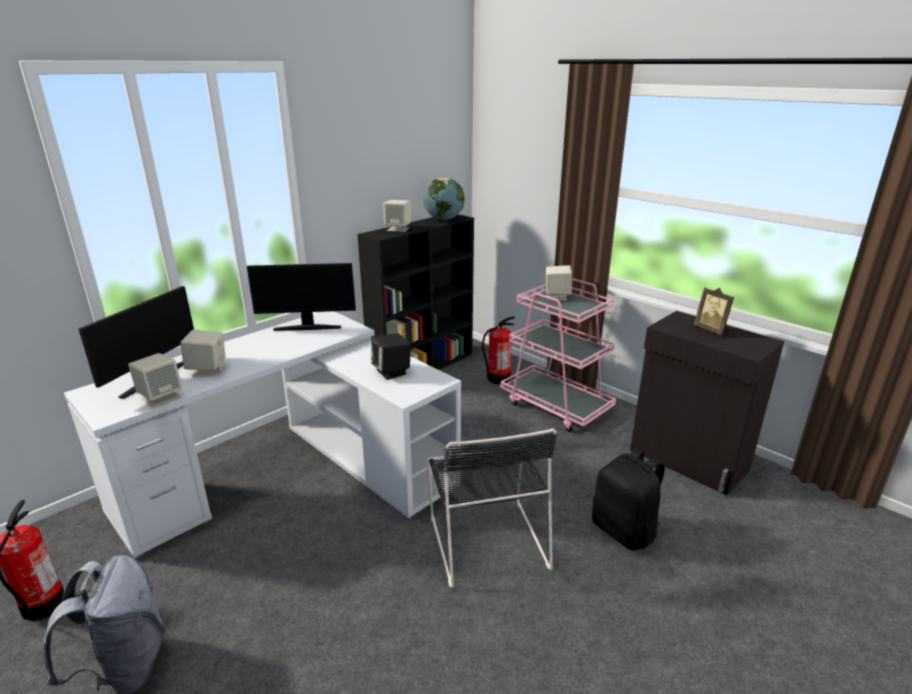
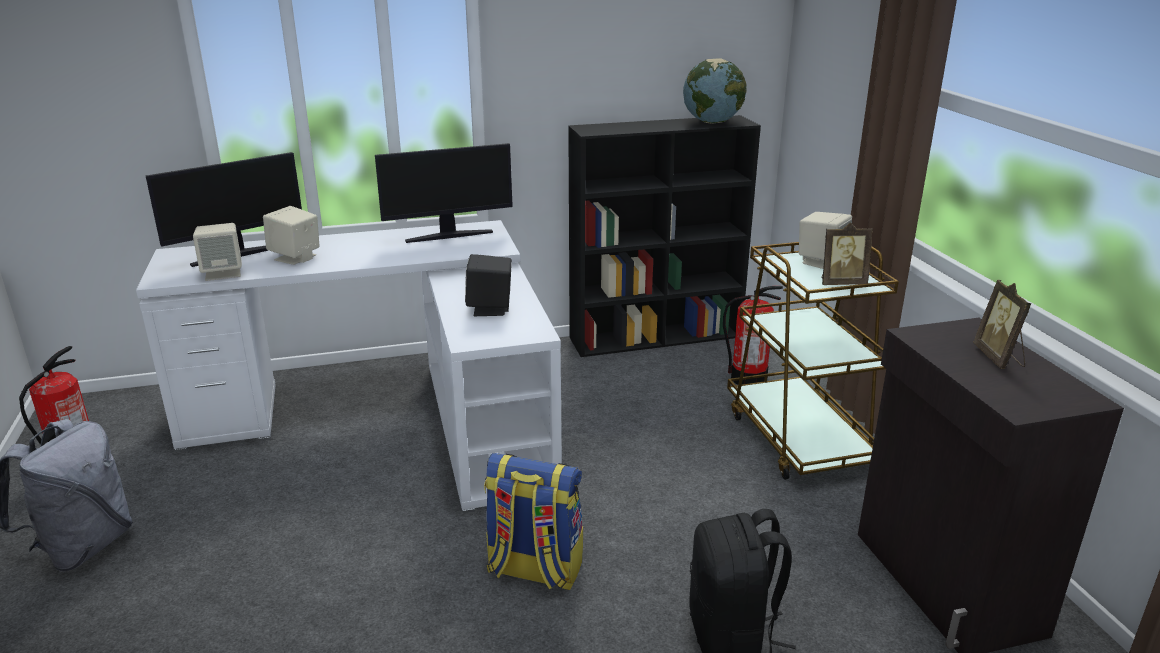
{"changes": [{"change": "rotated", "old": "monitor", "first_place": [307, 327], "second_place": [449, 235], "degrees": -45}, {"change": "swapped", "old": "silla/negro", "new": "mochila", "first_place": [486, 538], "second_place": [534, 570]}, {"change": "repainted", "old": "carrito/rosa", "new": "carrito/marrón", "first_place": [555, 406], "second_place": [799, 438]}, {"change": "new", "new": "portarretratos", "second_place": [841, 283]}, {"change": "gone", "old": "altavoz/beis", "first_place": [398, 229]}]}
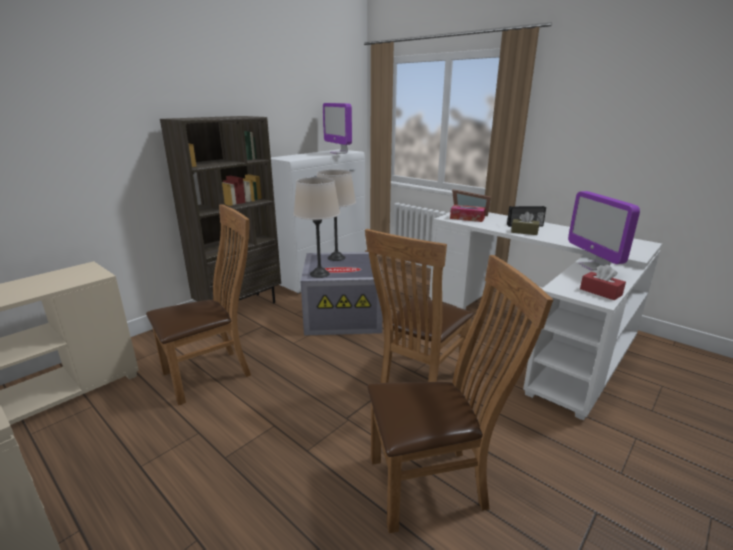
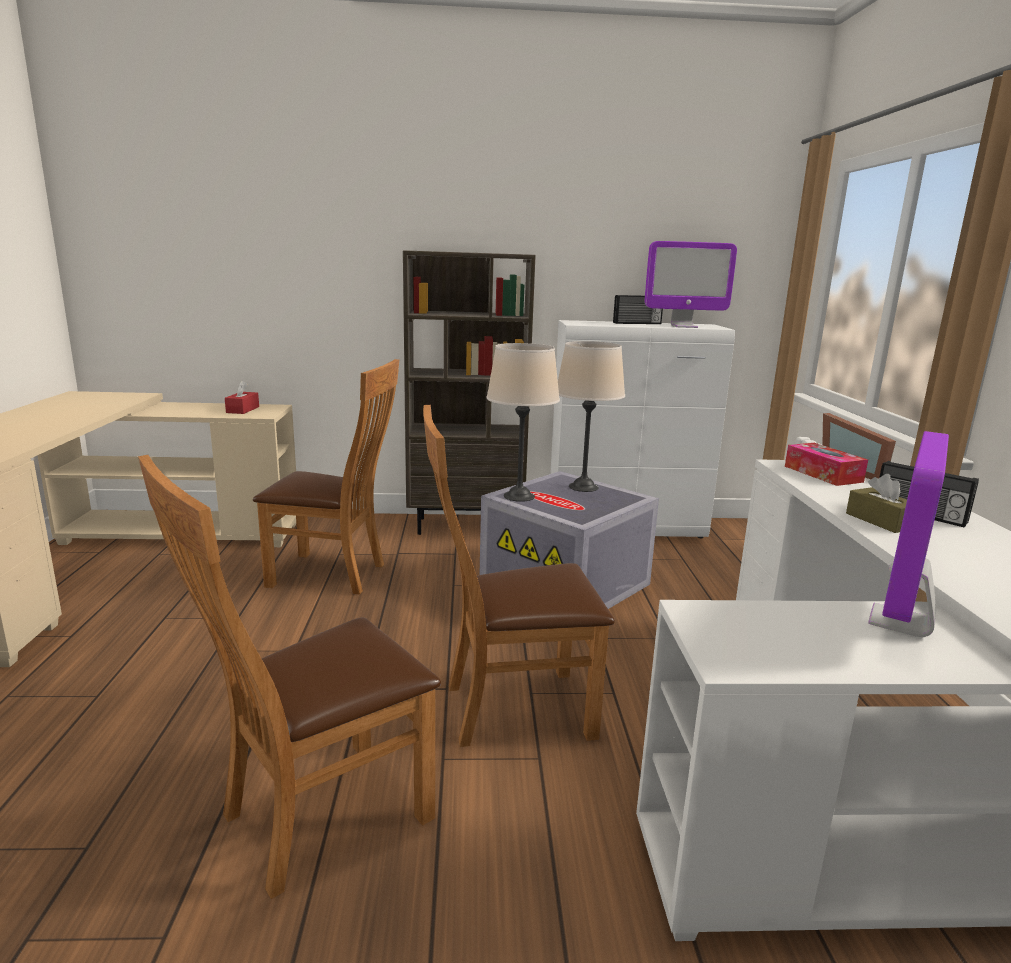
{"changes": [{"change": "rotated", "old": "silla/marrón", "first_place": [434, 484], "second_place": [314, 818], "degrees": 105}, {"change": "shifted", "old": "caja de pañuelos/rojo", "first_place": [600, 292], "second_place": [243, 410]}, {"change": "new", "new": "radio", "second_place": [637, 323]}, {"change": "rotated", "old": "monitor", "first_place": [338, 153], "second_place": [683, 326], "degrees": -105}]}
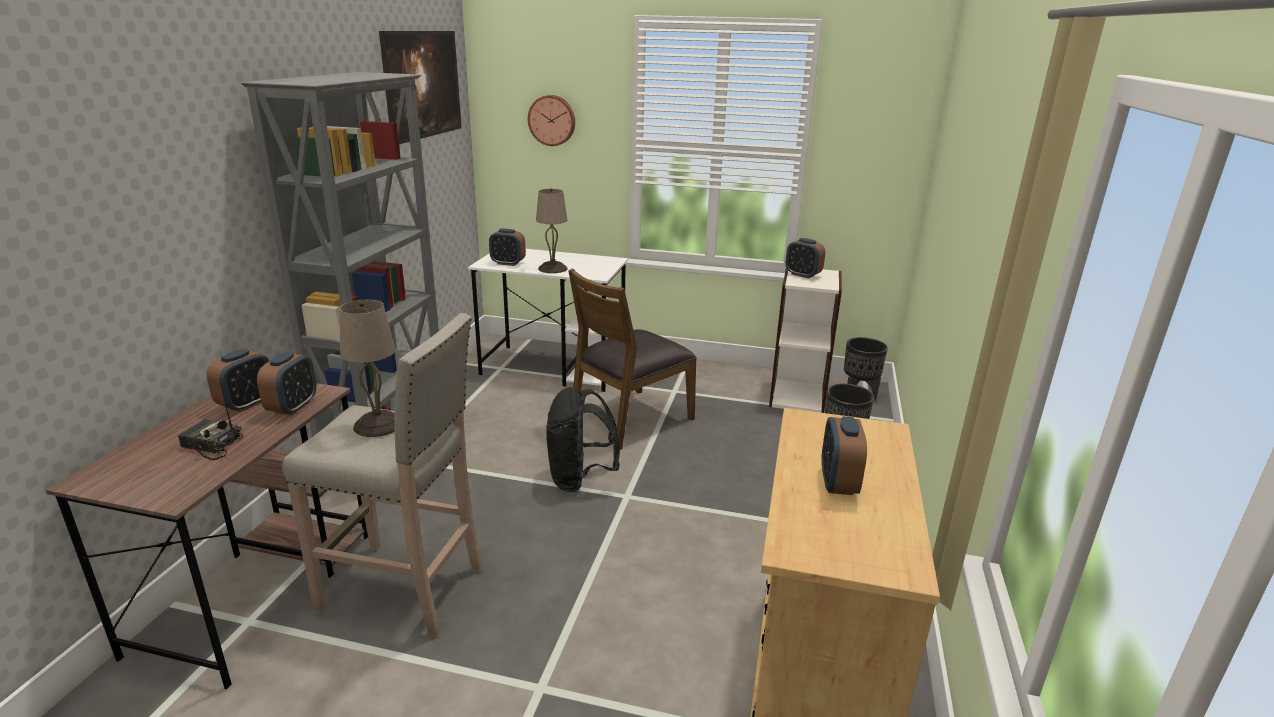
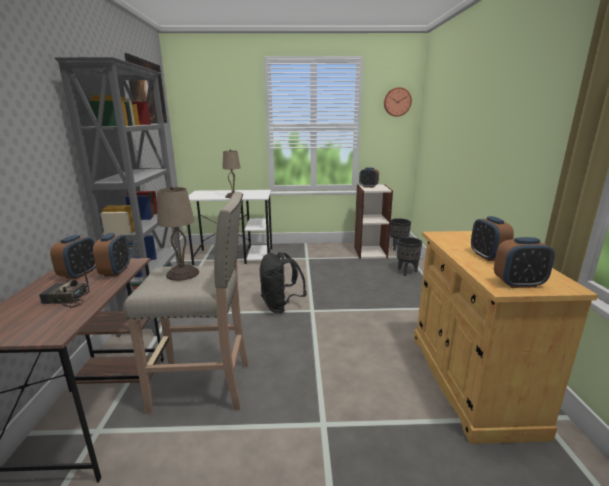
{"changes": [{"change": "shifted", "old": "reloj de pared", "first_place": [552, 120], "second_place": [397, 102]}, {"change": "shifted", "old": "despertador", "first_place": [508, 263], "second_place": [518, 284]}, {"change": "gone", "old": "silla/marrón", "first_place": [630, 419]}]}
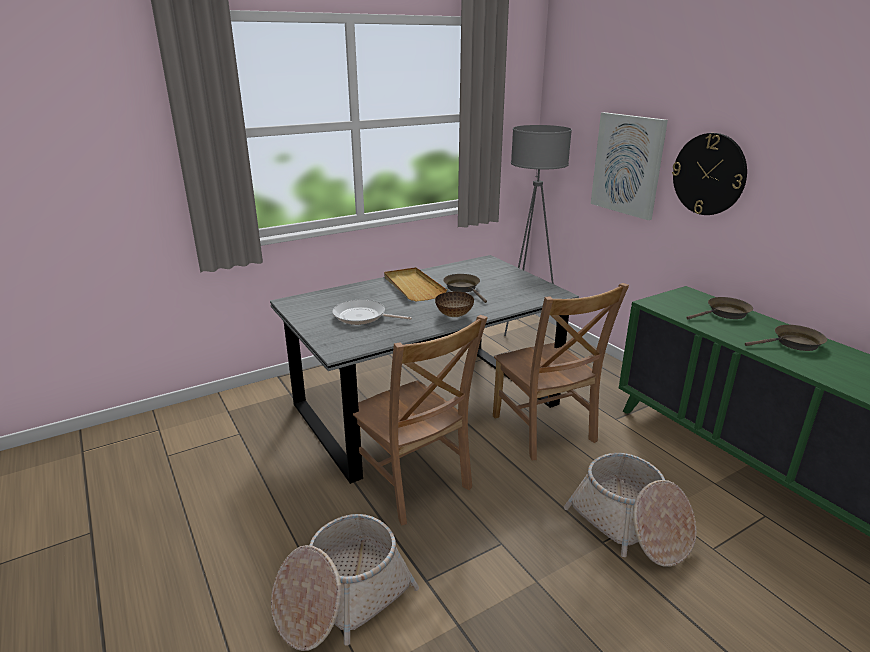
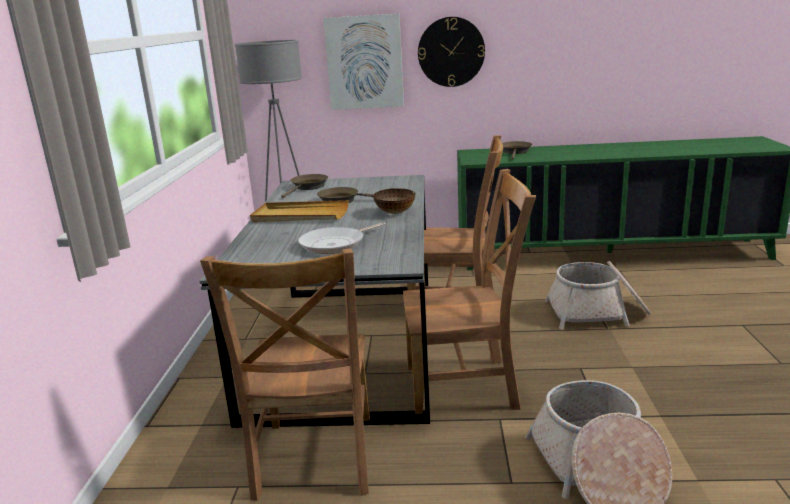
{"changes": [{"change": "new", "new": "silla/marrón", "second_place": [314, 461]}, {"change": "shifted", "old": "sartén/marrón", "first_place": [793, 343], "second_place": [308, 187]}]}
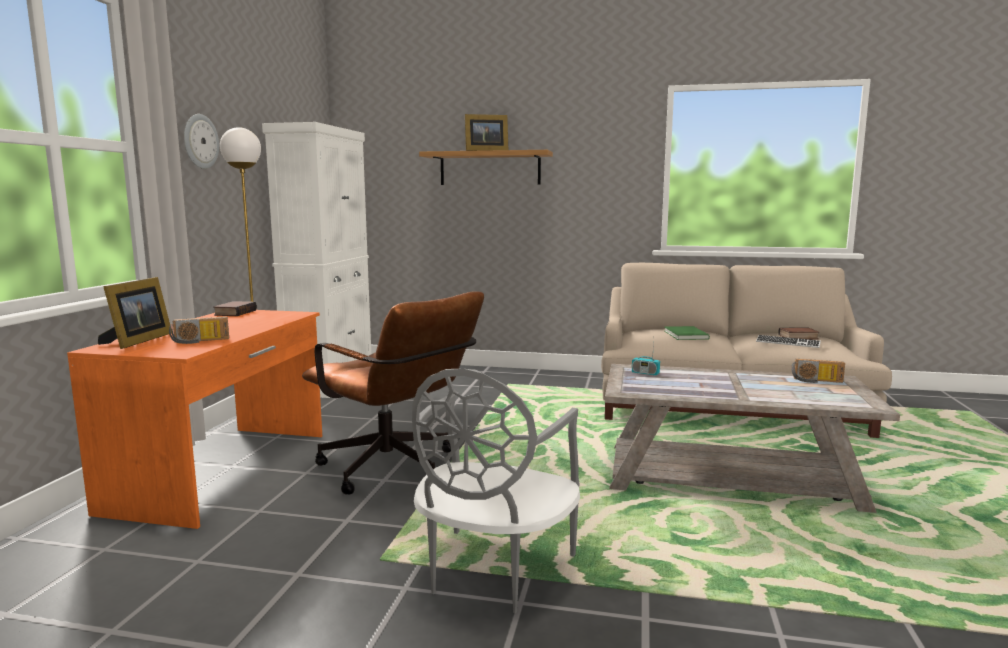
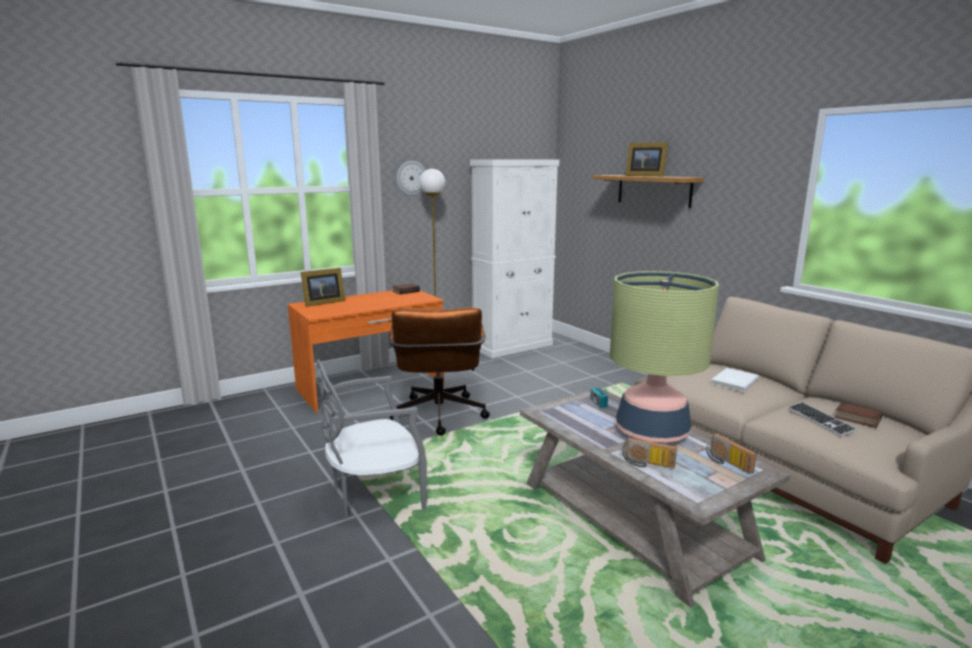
{"changes": [{"change": "new", "new": "lámpara de mesa", "second_place": [652, 432]}, {"change": "shifted", "old": "radio", "first_place": [200, 341], "second_place": [647, 464]}, {"change": "repainted", "old": "libro/verde", "new": "libro/blanco", "first_place": [684, 335], "second_place": [733, 381]}]}
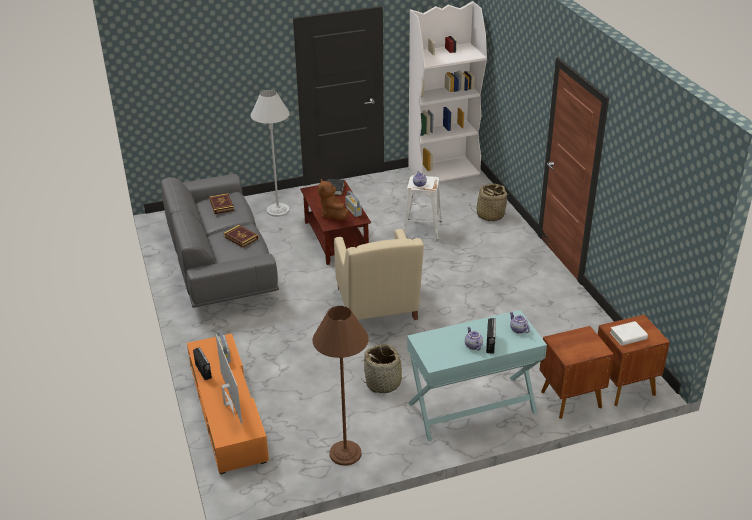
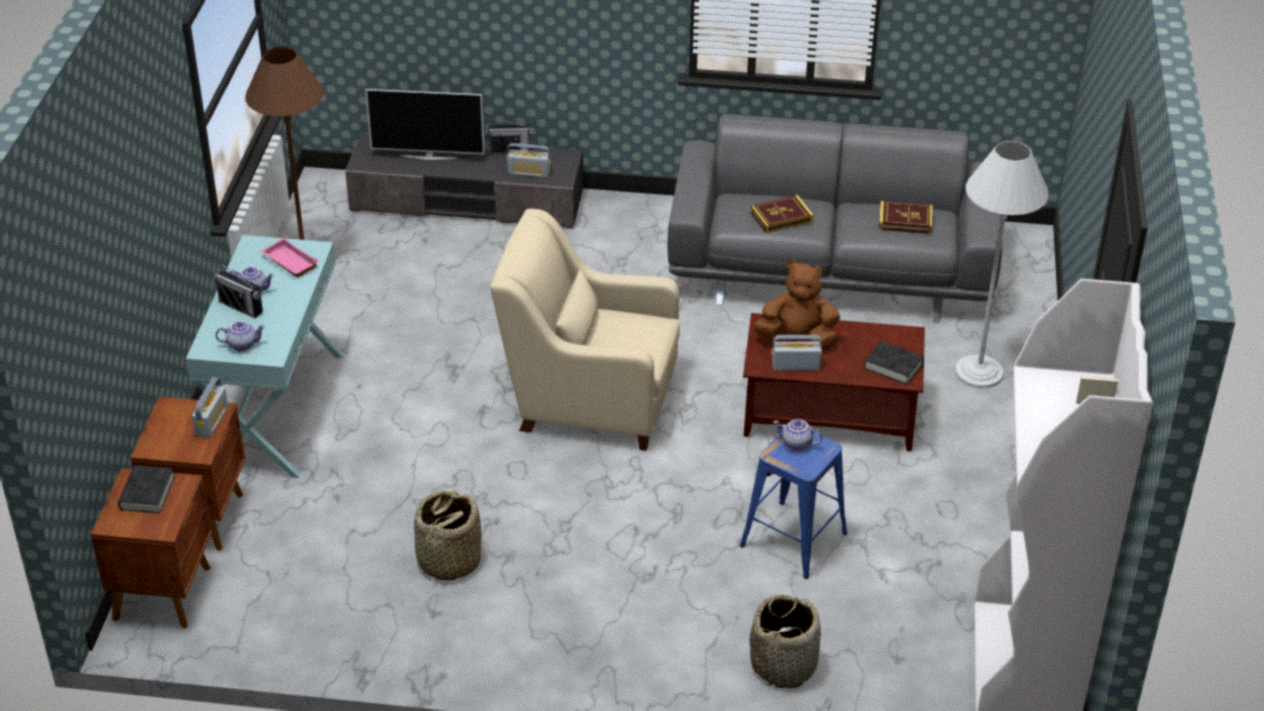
{"changes": [{"change": "repainted", "old": "libro/blanco", "new": "libro/negro", "first_place": [628, 336], "second_place": [147, 493]}, {"change": "new", "new": "radio", "second_place": [212, 421]}, {"change": "new", "new": "bandeja/rosa", "second_place": [288, 262]}, {"change": "repainted", "old": "mueble de televisión/naranja", "new": "mueble de televisión/gris", "first_place": [227, 412], "second_place": [467, 201]}, {"change": "shifted", "old": "cesta", "first_place": [383, 383], "second_place": [448, 561]}, {"change": "repainted", "old": "taburete/blanco", "new": "taburete/azul", "first_place": [422, 228], "second_place": [794, 539]}]}
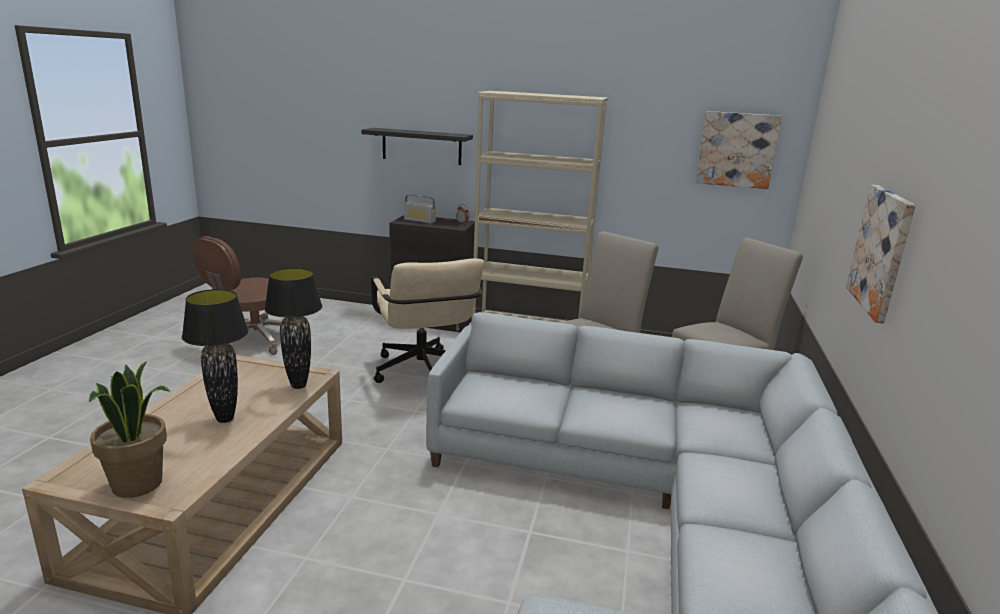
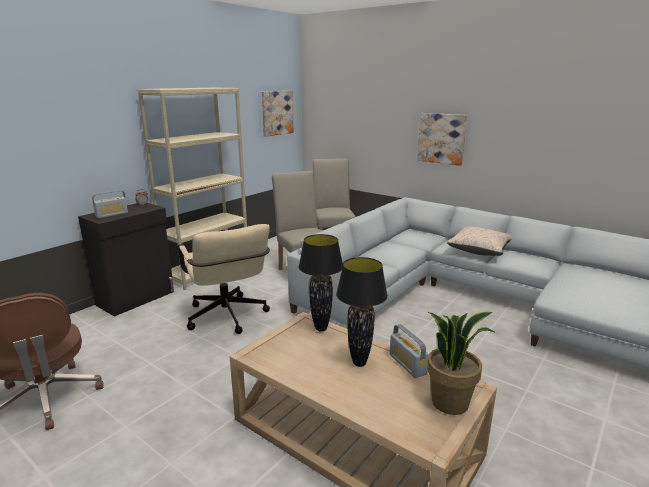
{"changes": [{"change": "rotated", "old": "silla de oficina/beis", "first_place": [424, 374], "second_place": [228, 319], "degrees": 60}, {"change": "new", "new": "radio", "second_place": [407, 364]}, {"change": "new", "new": "cojín/beis", "second_place": [479, 250]}, {"change": "gone", "old": "estante/negro", "first_place": [421, 146]}]}
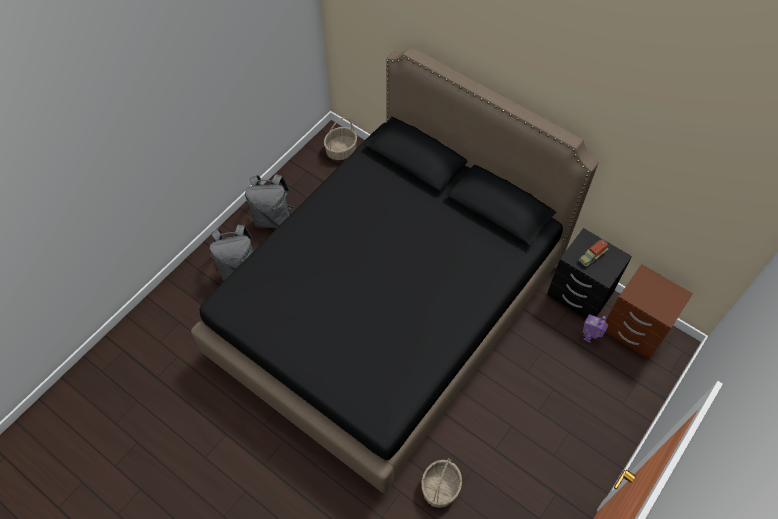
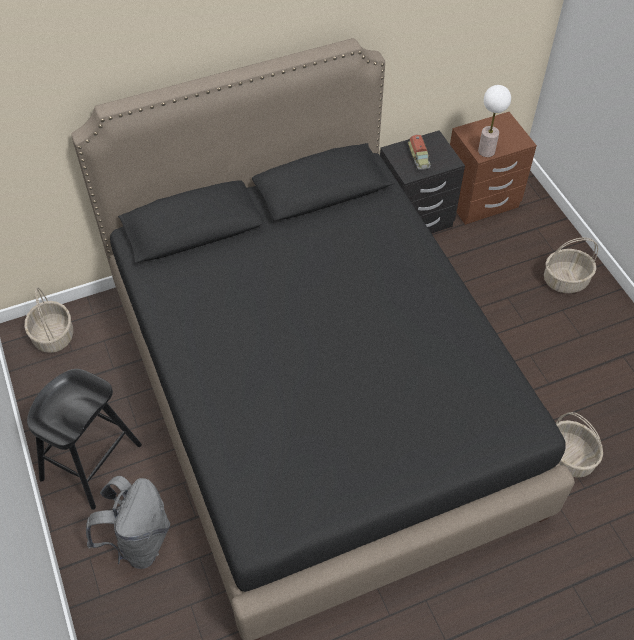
{"changes": [{"change": "swapped", "old": "mochila/gris", "new": "taburete/negro", "first_place": [272, 218], "second_place": [91, 462]}, {"change": "new", "new": "lámpara de mesa", "second_place": [486, 151]}, {"change": "new", "new": "cesta", "second_place": [565, 280]}, {"change": "gone", "old": "robot de juguete", "first_place": [589, 337]}]}
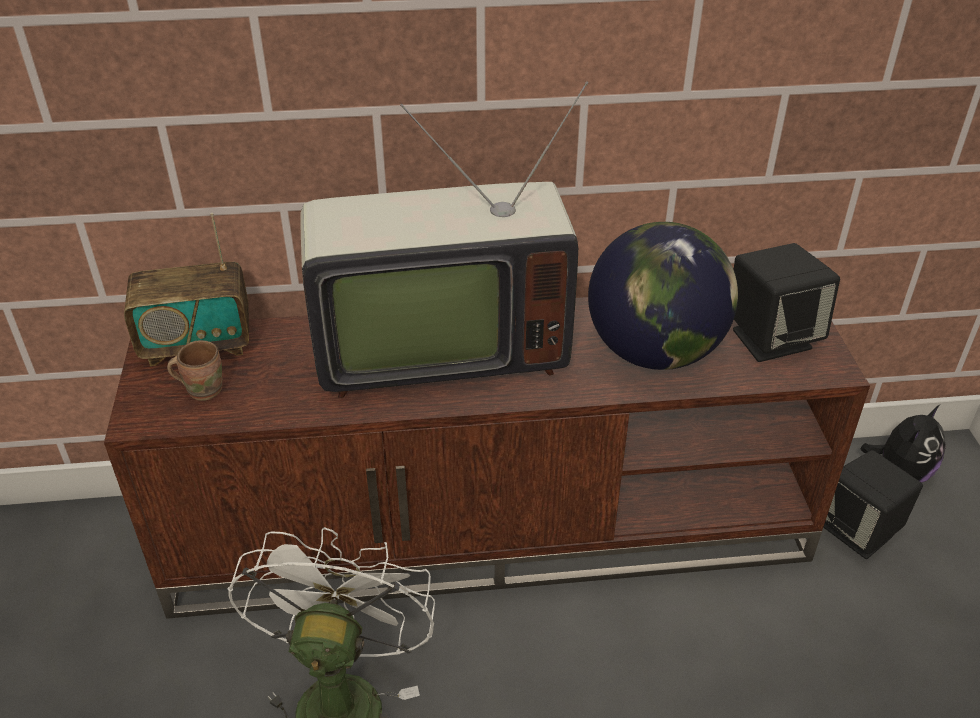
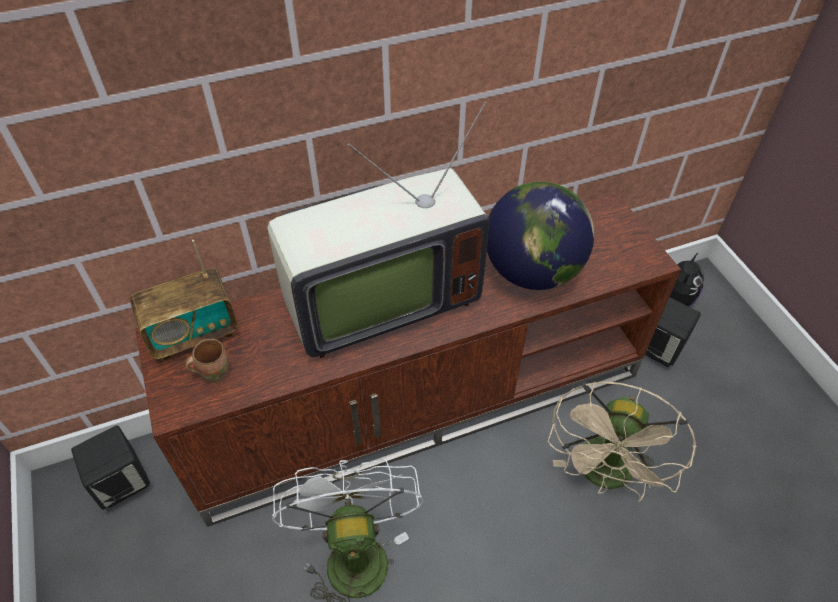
{"changes": [{"change": "shifted", "old": "altavoz/negro", "first_place": [771, 338], "second_place": [122, 482]}, {"change": "new", "new": "ventilador/beis", "second_place": [605, 476]}]}
